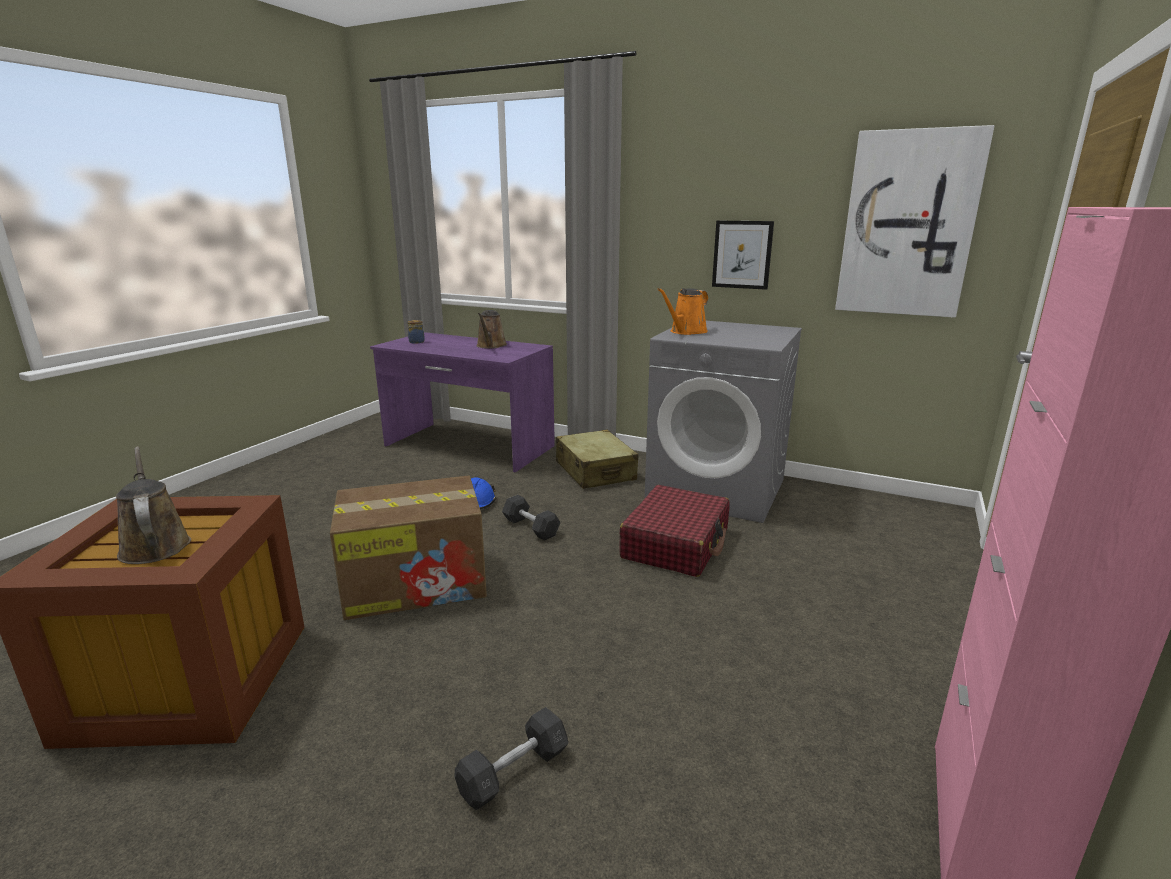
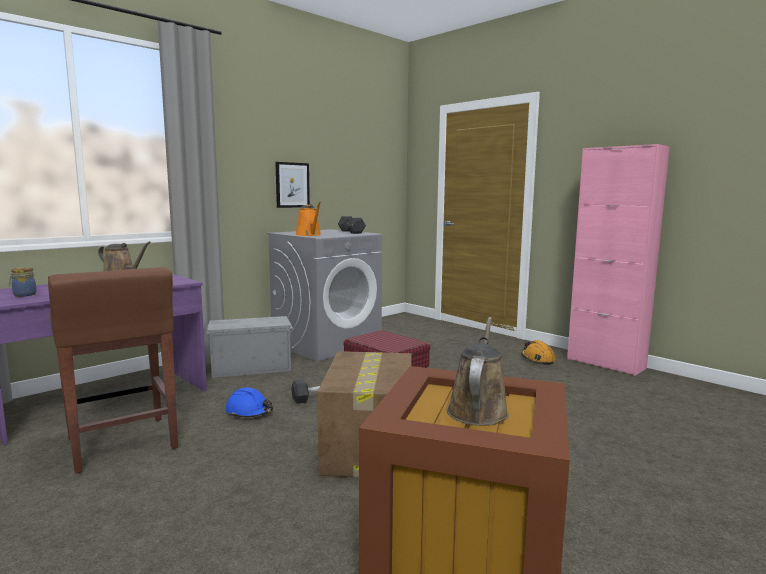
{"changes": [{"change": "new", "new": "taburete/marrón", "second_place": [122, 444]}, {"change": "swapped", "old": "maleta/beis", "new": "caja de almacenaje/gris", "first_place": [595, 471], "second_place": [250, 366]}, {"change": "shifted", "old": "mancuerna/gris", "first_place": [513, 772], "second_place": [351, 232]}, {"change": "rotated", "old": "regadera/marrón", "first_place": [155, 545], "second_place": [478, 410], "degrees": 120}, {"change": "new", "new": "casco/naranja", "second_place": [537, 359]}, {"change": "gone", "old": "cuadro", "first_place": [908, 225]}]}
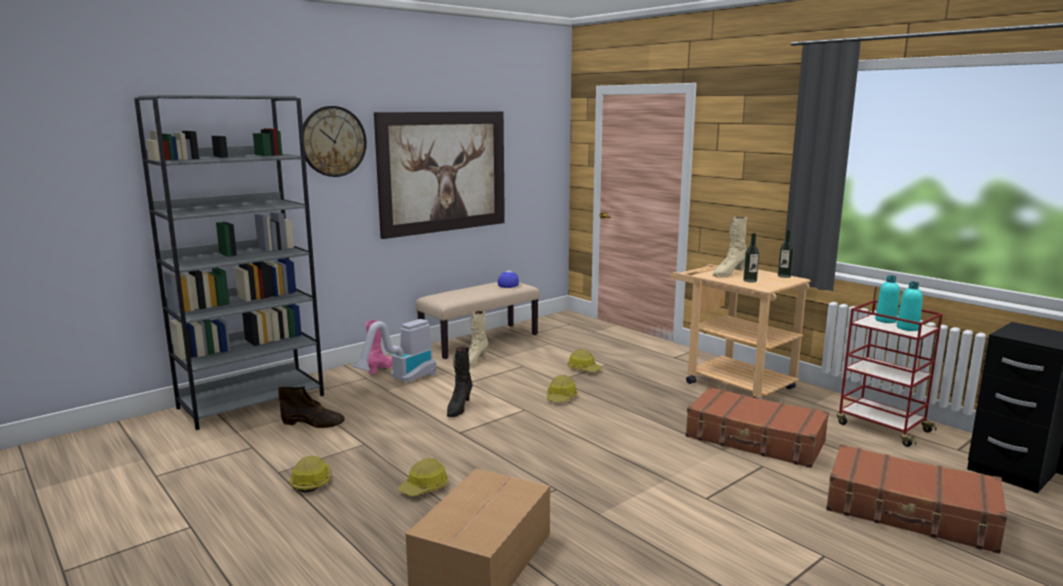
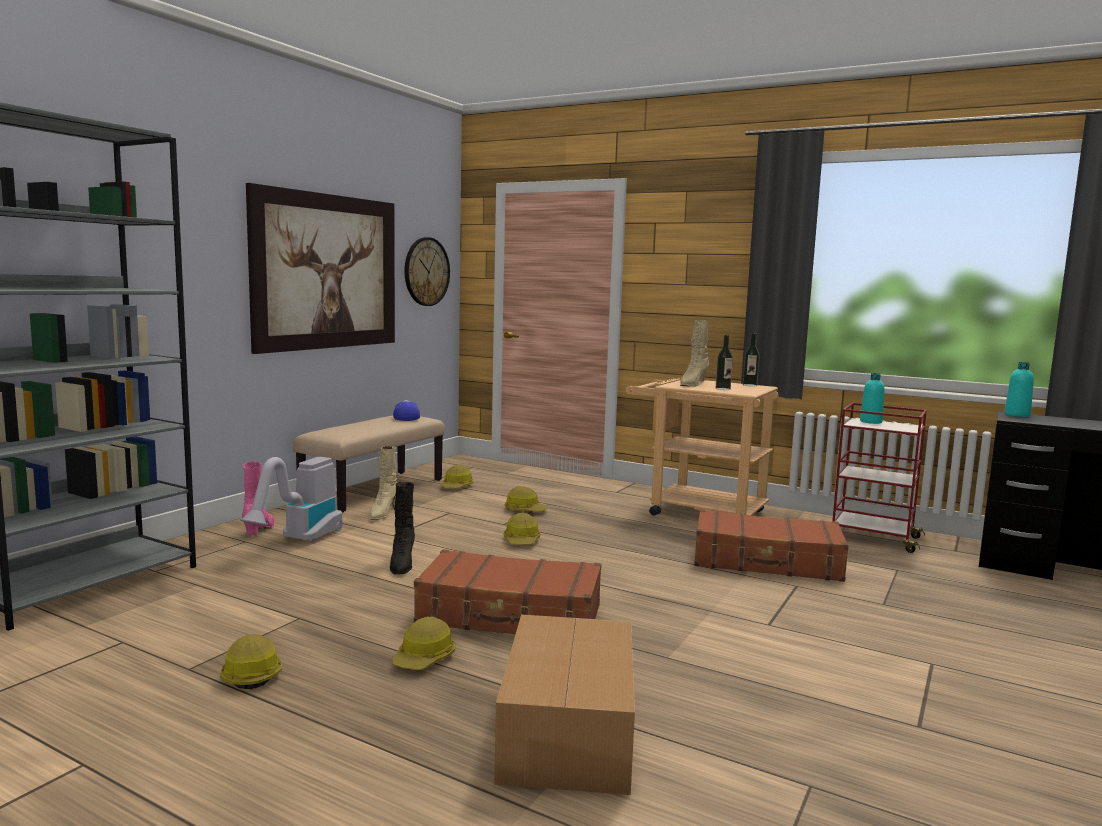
{"changes": [{"change": "shifted", "old": "reloj de pared", "first_place": [333, 141], "second_place": [426, 271]}, {"change": "shifted", "old": "maleta/marrón", "first_place": [910, 513], "second_place": [510, 615]}, {"change": "new", "new": "casco", "second_place": [457, 486]}, {"change": "shifted", "old": "botella/turquesa", "first_place": [907, 328], "second_place": [1017, 415]}, {"change": "gone", "old": "bota/marrón", "first_place": [313, 423]}]}
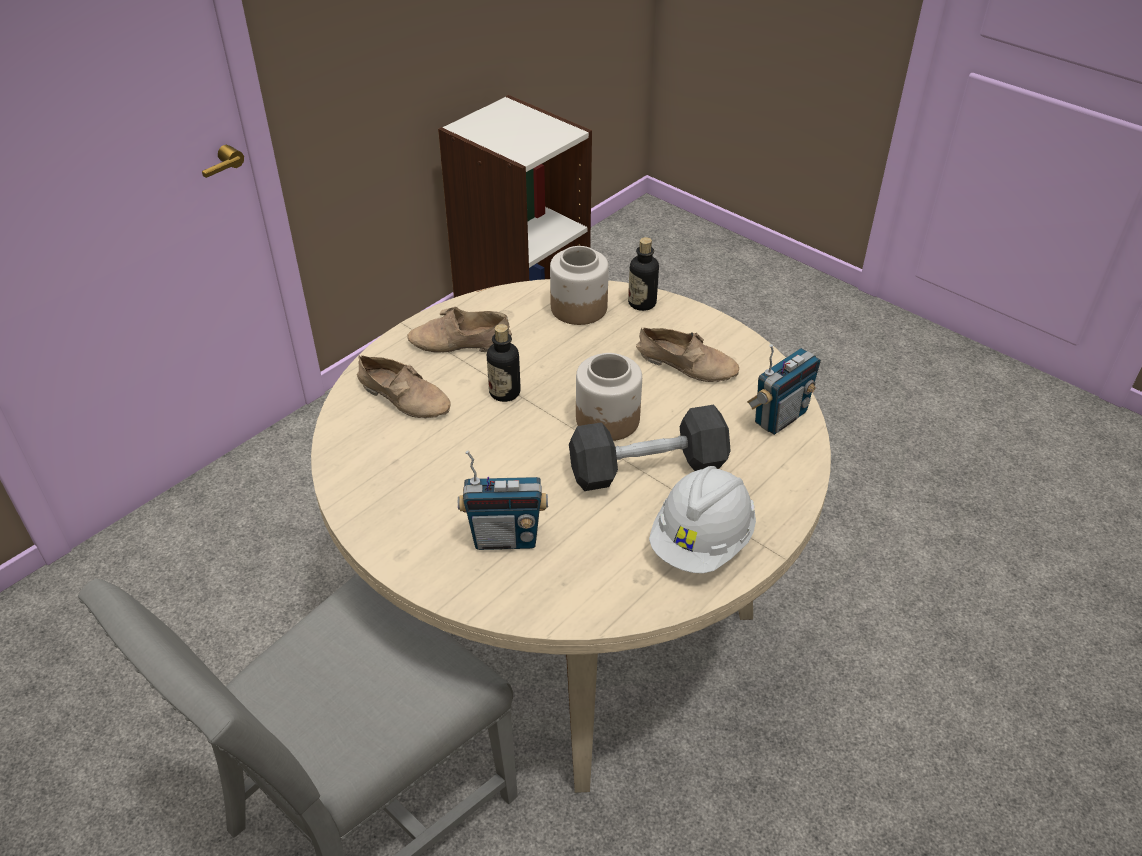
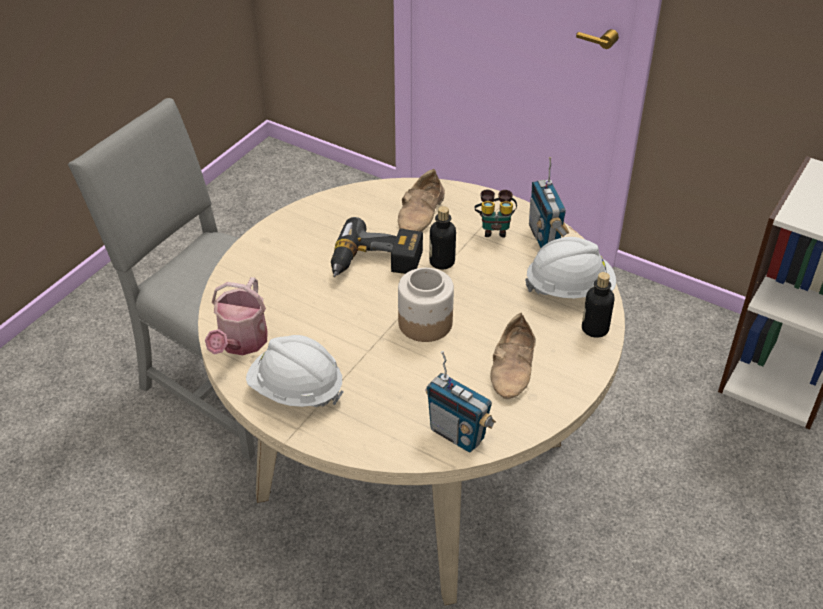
{"changes": [{"change": "new", "new": "regadera", "second_place": [240, 343]}, {"change": "new", "new": "taladro", "second_place": [375, 264]}, {"change": "swapped", "old": "zapato/beis", "new": "prismáticos", "first_place": [459, 343], "second_place": [494, 228]}, {"change": "swapped", "old": "tarro", "new": "casco/blanco", "first_place": [578, 308], "second_place": [569, 289]}, {"change": "shifted", "old": "radio", "first_place": [505, 538], "second_place": [545, 236]}, {"change": "gone", "old": "mancuerna/negro", "first_place": [647, 468]}]}
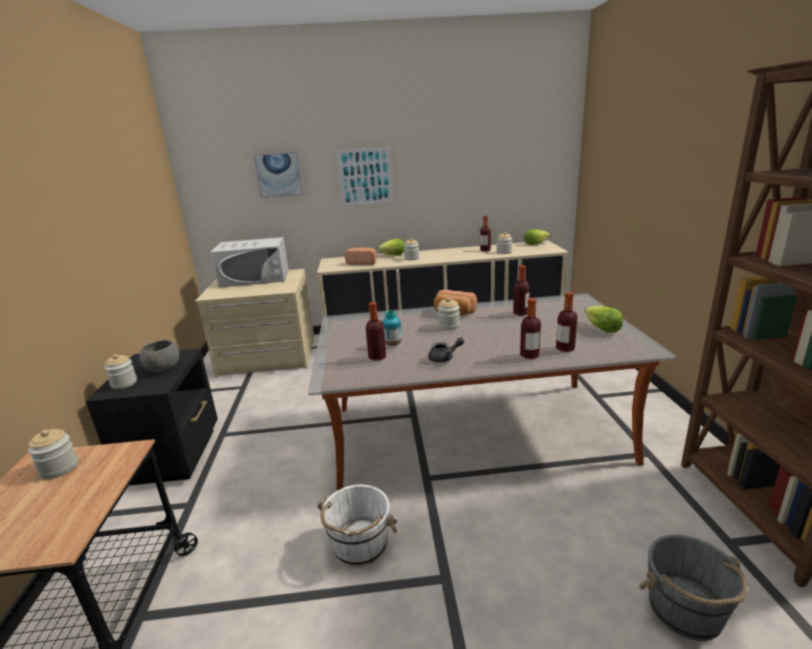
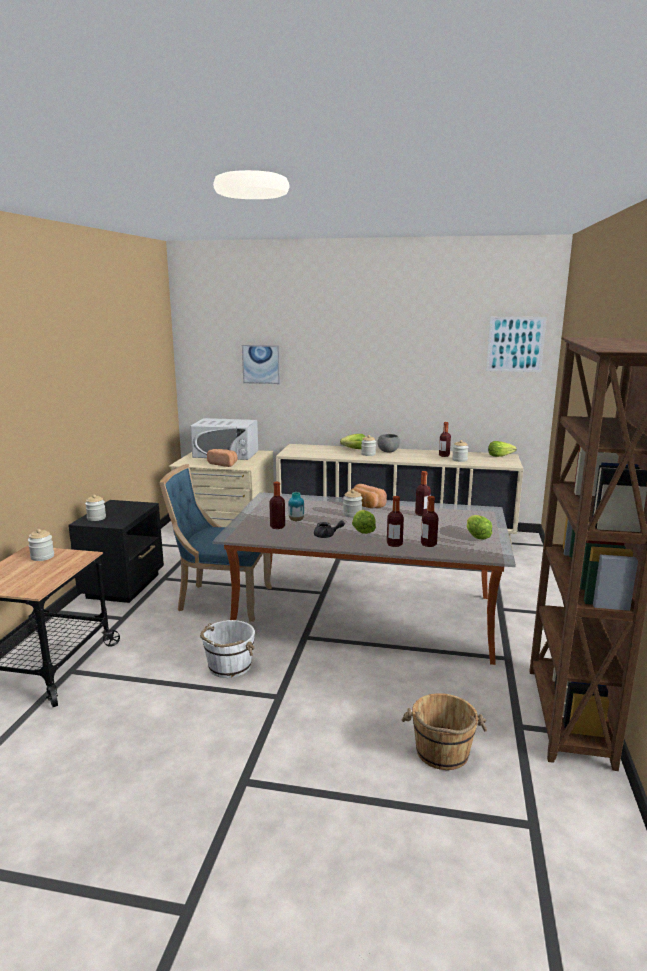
{"changes": [{"change": "new", "new": "silla/azul", "second_place": [221, 600]}, {"change": "shifted", "old": "pan", "first_place": [362, 263], "second_place": [223, 464]}, {"change": "new", "new": "lechuga", "second_place": [363, 530]}, {"change": "shifted", "old": "cuenco/gris", "first_place": [164, 369], "second_place": [388, 451]}, {"change": "repainted", "old": "cubo/gris", "new": "cubo/marrón", "first_place": [686, 610], "second_place": [442, 752]}, {"change": "shifted", "old": "cuadro", "first_place": [365, 176], "second_place": [515, 344]}]}
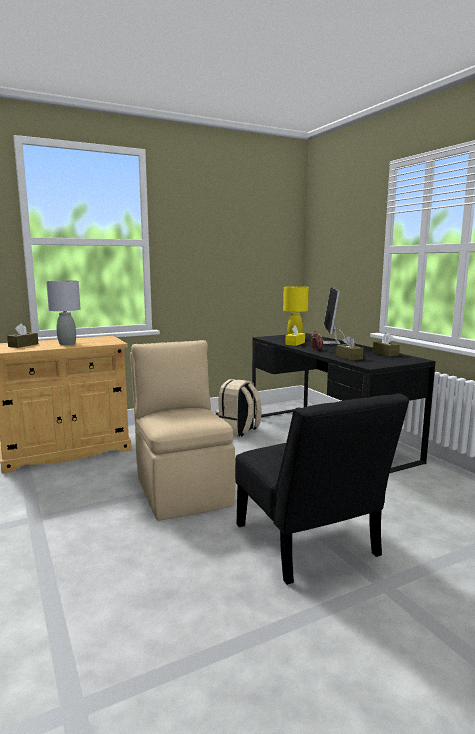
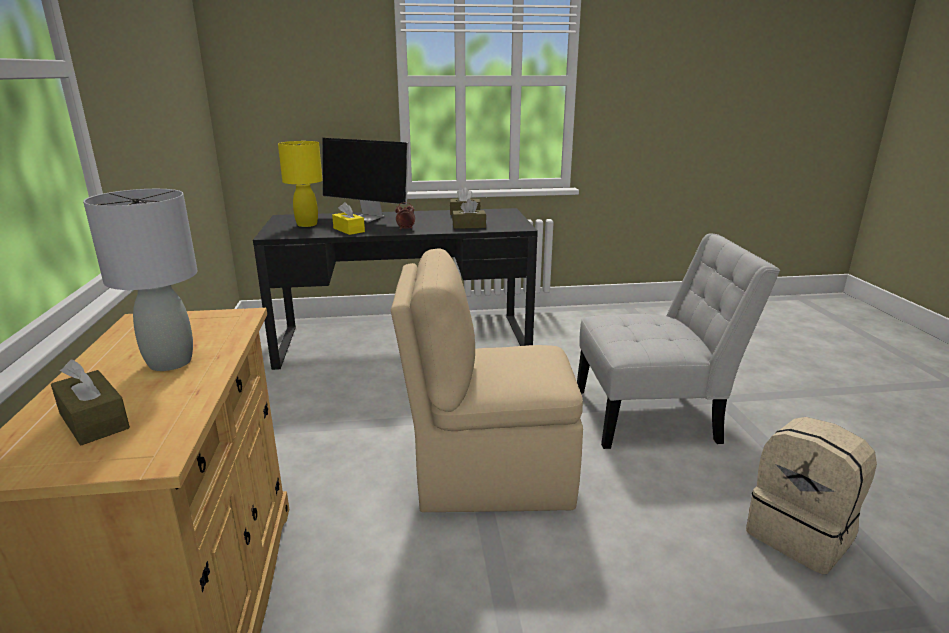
{"changes": [{"change": "repainted", "old": "silla/negro", "new": "silla/blanco", "first_place": [309, 545], "second_place": [653, 416]}, {"change": "shifted", "old": "mochila/beis", "first_place": [238, 431], "second_place": [800, 535]}]}
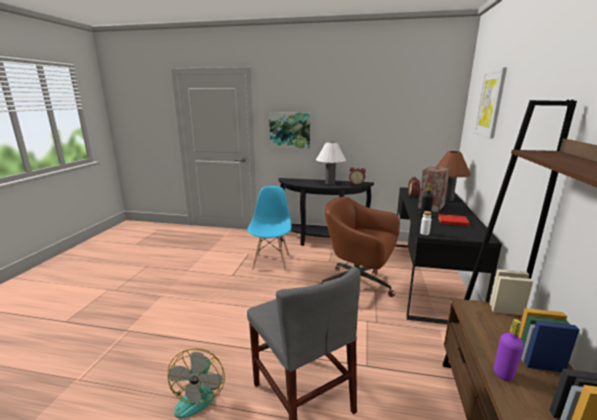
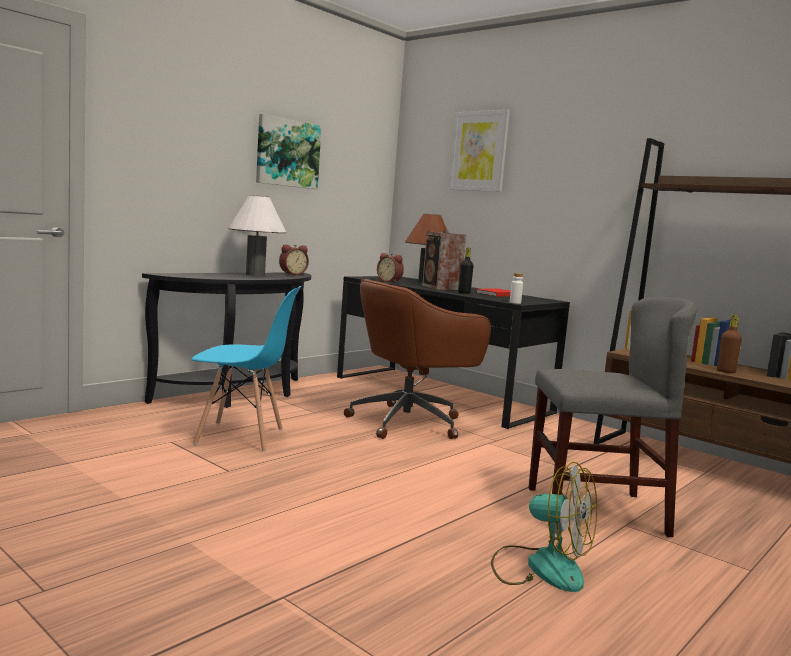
{"changes": [{"change": "rotated", "old": "silla/azul", "first_place": [271, 262], "second_place": [240, 437], "degrees": 150}, {"change": "shifted", "old": "cuadro", "first_place": [290, 130], "second_place": [287, 153]}, {"change": "repainted", "old": "botella/morado", "new": "botella/marrón", "first_place": [503, 374], "second_place": [726, 371]}]}
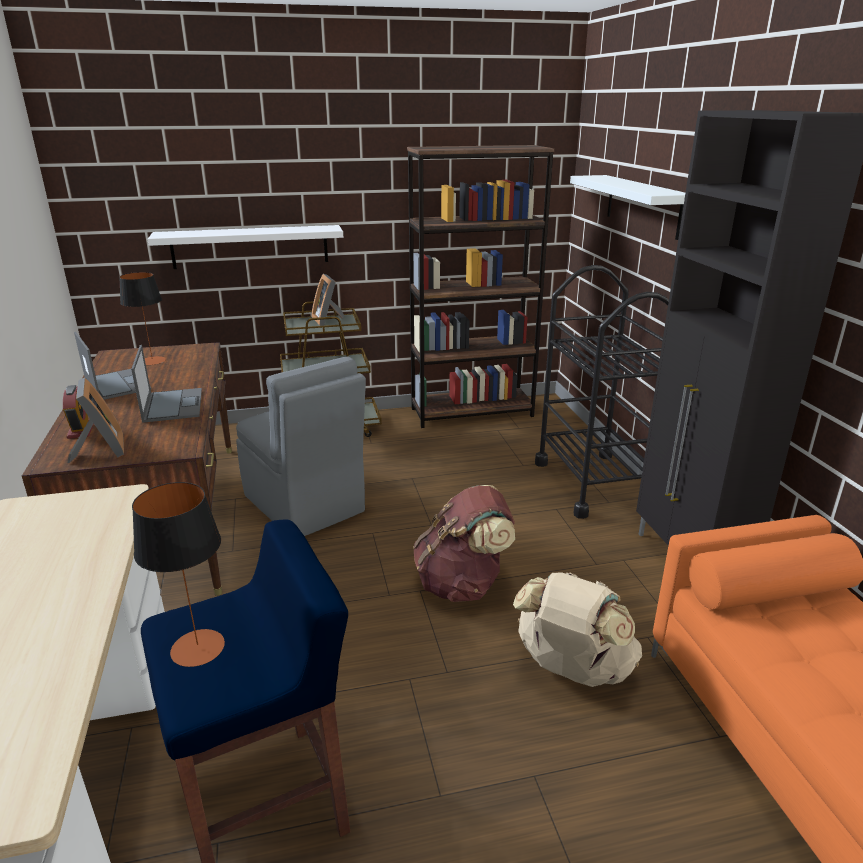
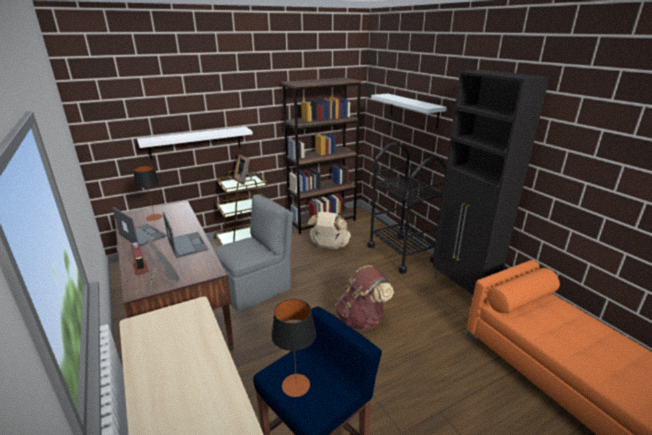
{"changes": [{"change": "rotated", "old": "silla/gris", "first_place": [305, 505], "second_place": [256, 289], "degrees": -75}, {"change": "shifted", "old": "mochila/beis", "first_place": [572, 669], "second_place": [329, 247]}]}
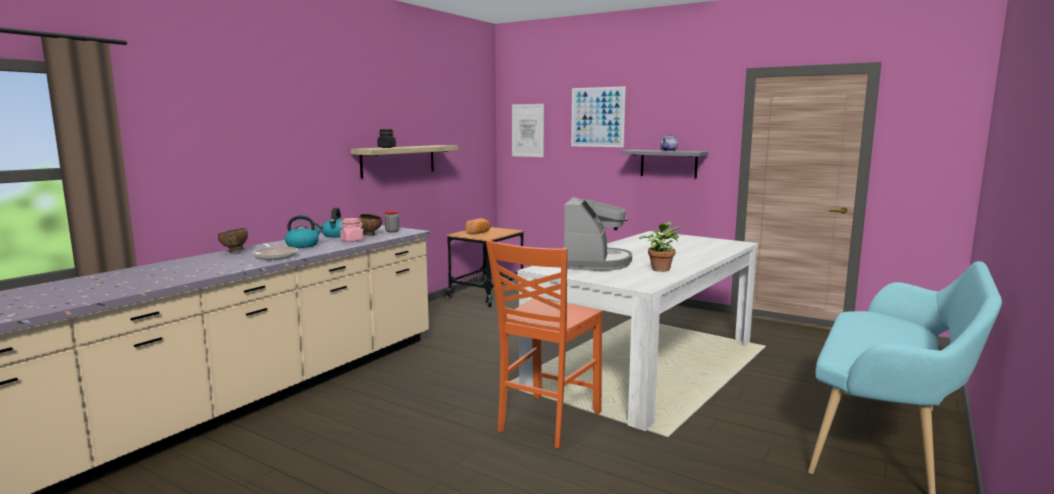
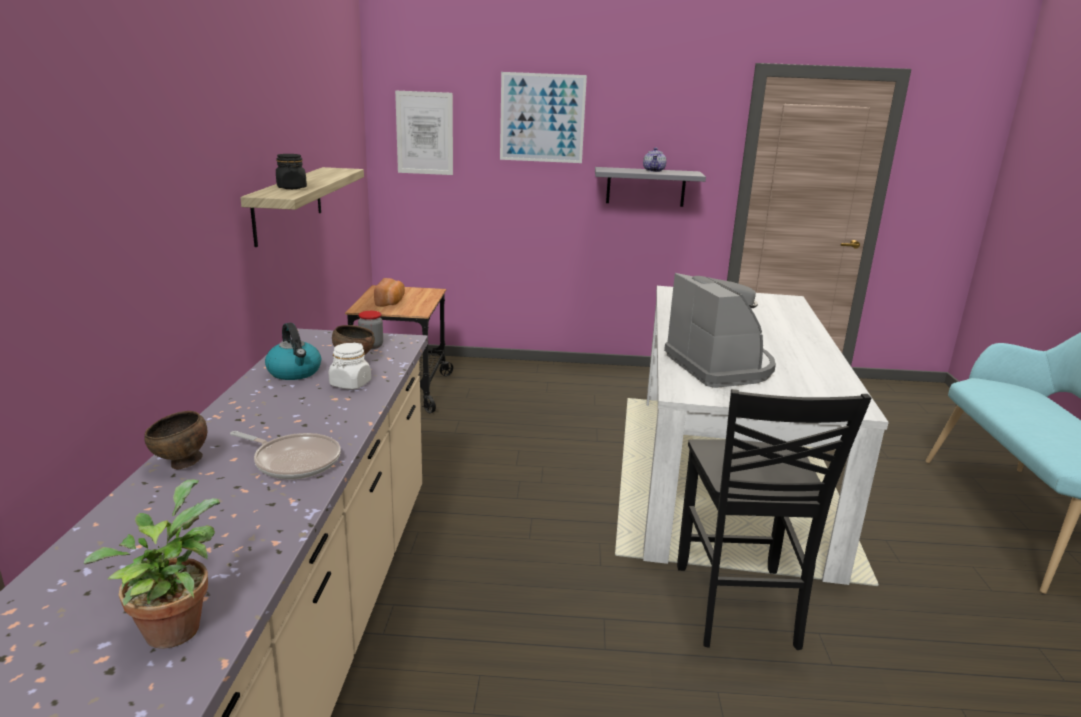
{"changes": [{"change": "shifted", "old": "planta en maceta", "first_place": [660, 269], "second_place": [173, 626]}, {"change": "repainted", "old": "tarro/rosa", "new": "tarro/blanco", "first_place": [352, 240], "second_place": [350, 384]}, {"change": "repainted", "old": "silla/naranja", "new": "silla/negro", "first_place": [546, 422], "second_place": [737, 607]}, {"change": "gone", "old": "hervidor", "first_place": [303, 245]}]}
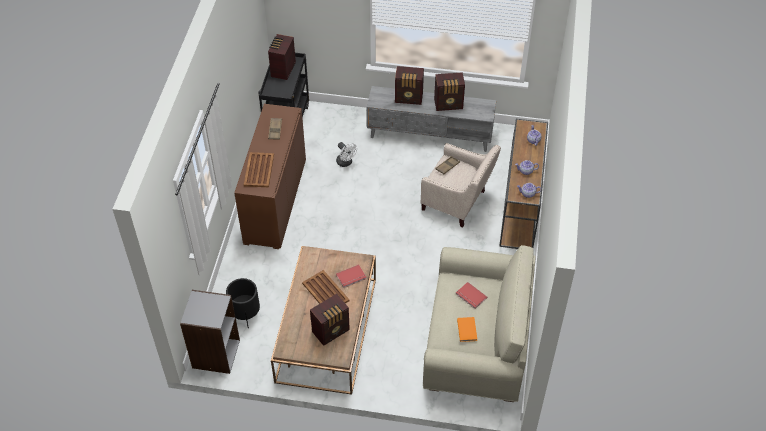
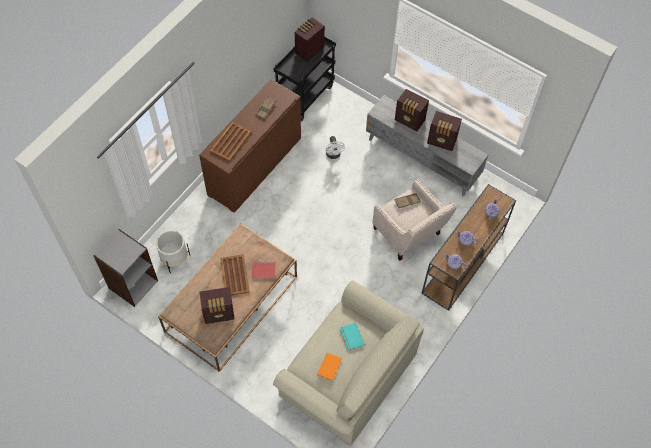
{"changes": [{"change": "repainted", "old": "maceta/negro", "new": "maceta/blanco", "first_place": [245, 314], "second_place": [175, 259]}, {"change": "repainted", "old": "libro/rojo", "new": "libro/turquesa", "first_place": [470, 296], "second_place": [351, 337]}]}
